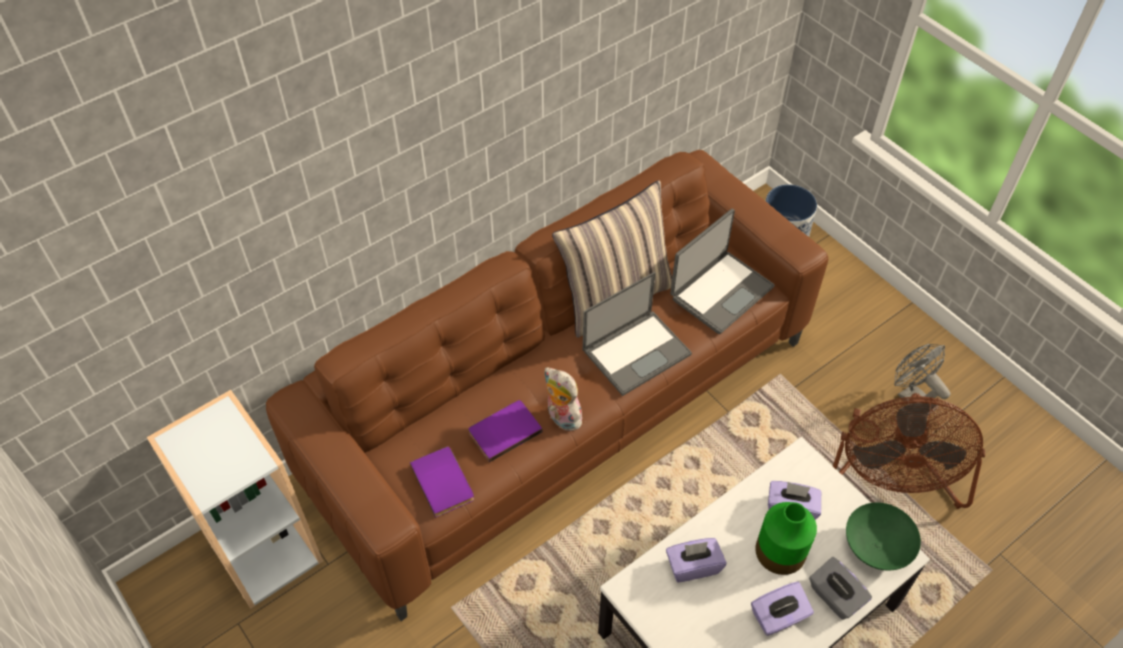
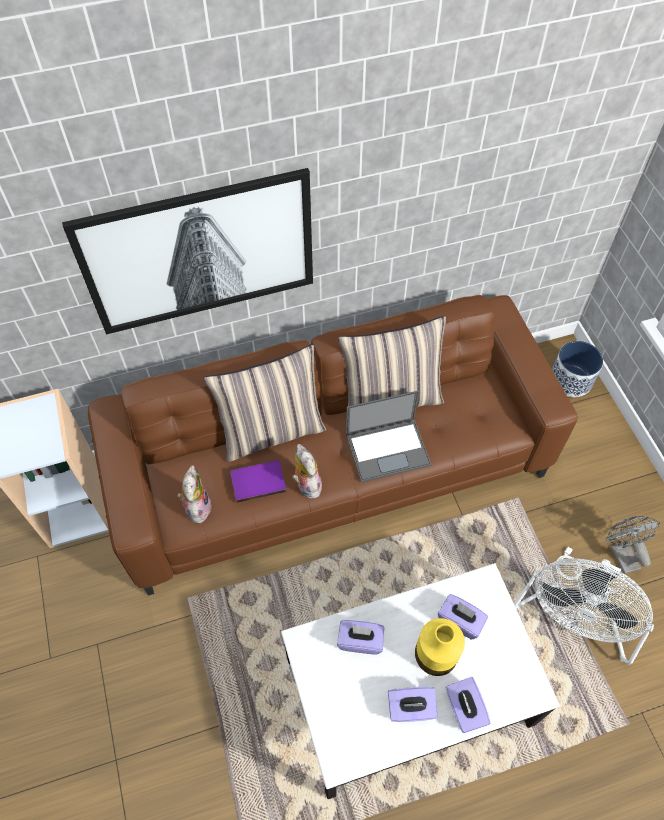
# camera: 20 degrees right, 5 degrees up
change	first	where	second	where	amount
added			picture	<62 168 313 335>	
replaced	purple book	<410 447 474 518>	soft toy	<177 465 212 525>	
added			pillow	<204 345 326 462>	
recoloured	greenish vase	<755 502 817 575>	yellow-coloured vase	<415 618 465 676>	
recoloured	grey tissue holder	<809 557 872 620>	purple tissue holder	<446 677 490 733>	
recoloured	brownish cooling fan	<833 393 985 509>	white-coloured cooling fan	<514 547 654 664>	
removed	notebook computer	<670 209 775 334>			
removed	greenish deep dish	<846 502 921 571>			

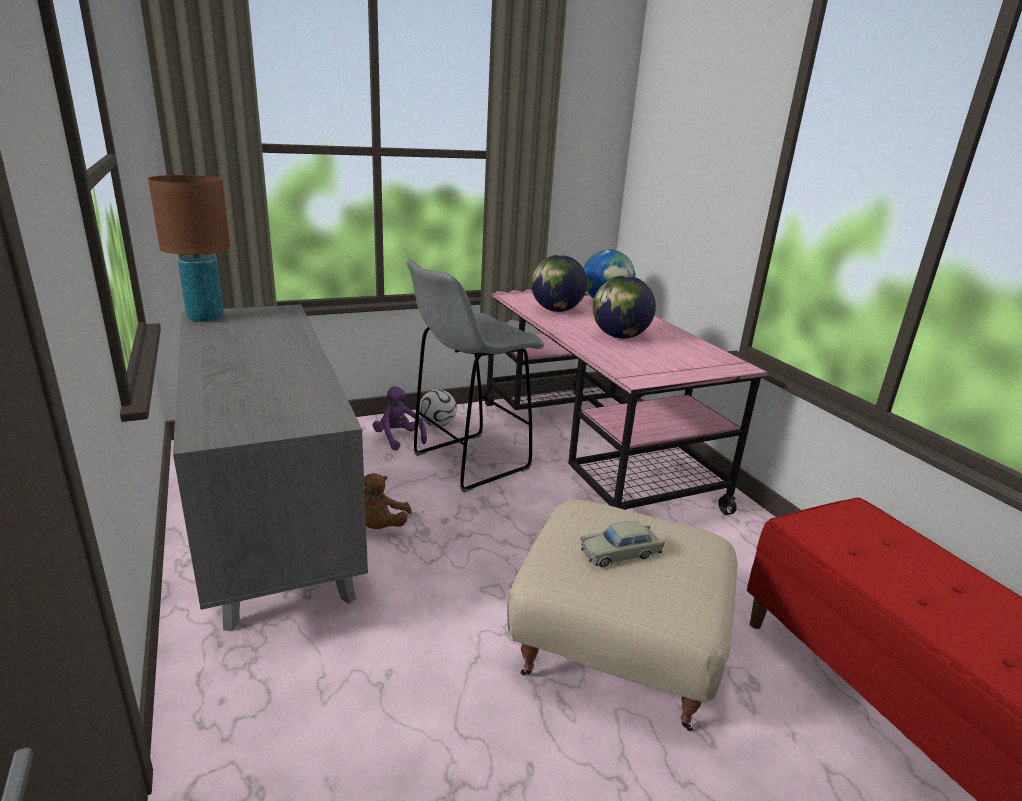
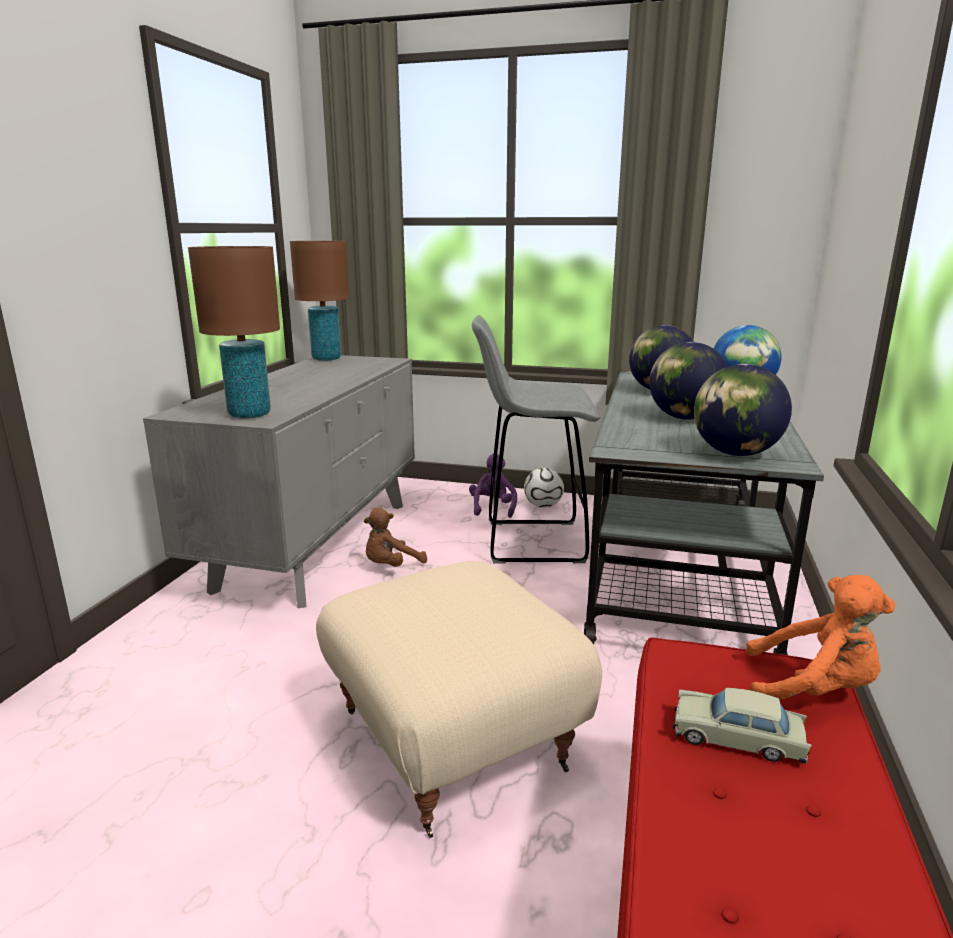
# camera: 40 degrees right, 5 degrees down
change	first	where	second	where	amount
added			brownish tabletop lamp	<188 246 280 419>	
recoloured	pink-coloured desk	<484 289 768 515>	grey desk	<584 371 824 655>	
moved	beige miniature car	<581 521 665 567>		<673 688 812 763>	
added			desk globe	<694 364 792 456>	
added			orange-coloured soft toy	<746 575 895 700>	

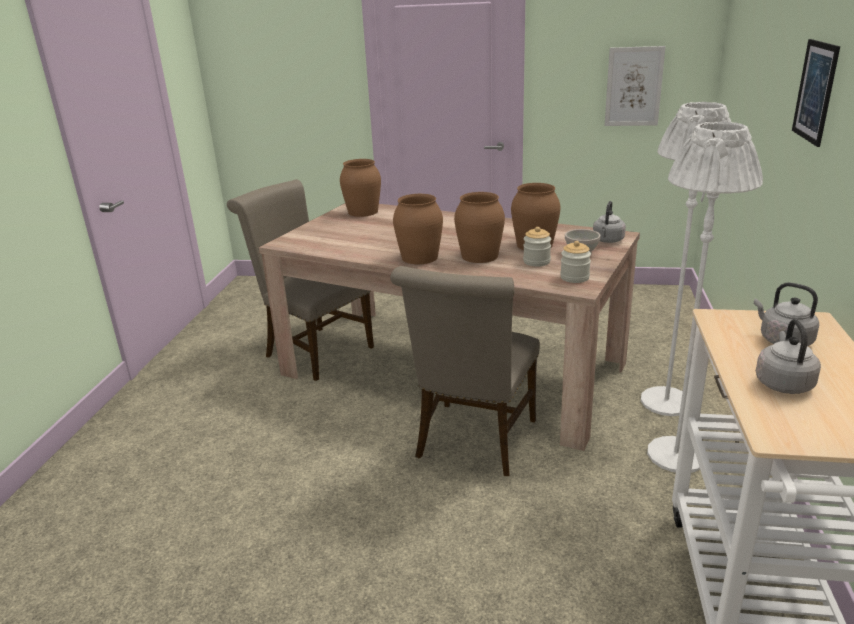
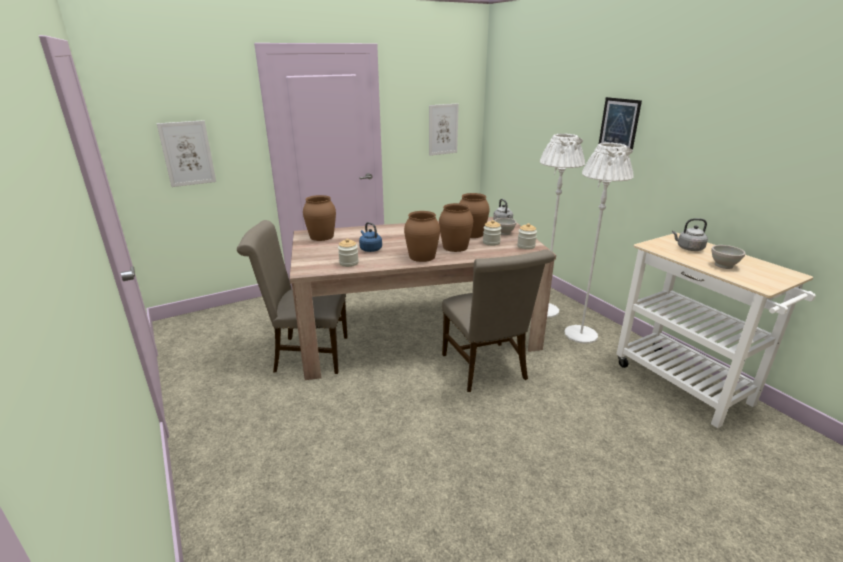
# camera: 40 degrees left, 0 degrees up
change	first	where	second	where	amount
added			picture	<157 120 216 187>	
added			jar	<338 238 359 267>	
added			bluish tea kettle	<359 222 382 252>	
replaced	grey tea kettle	<756 319 821 394>	white-coloured deep dish	<711 245 745 269>	

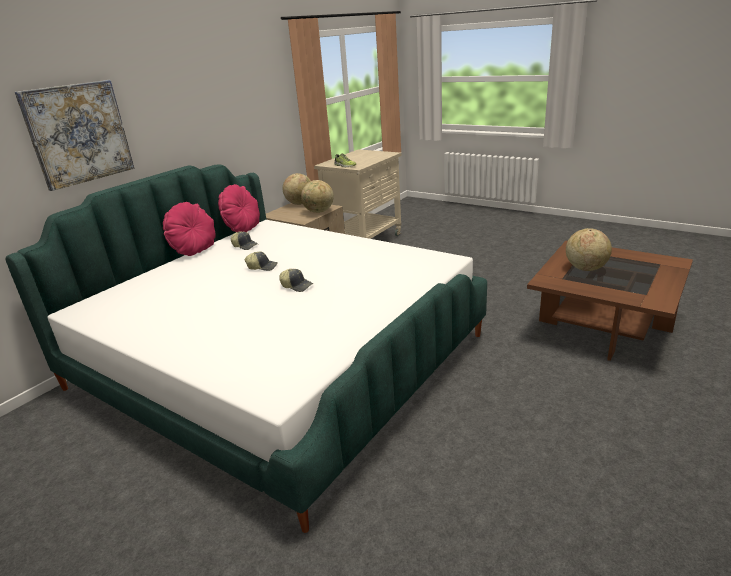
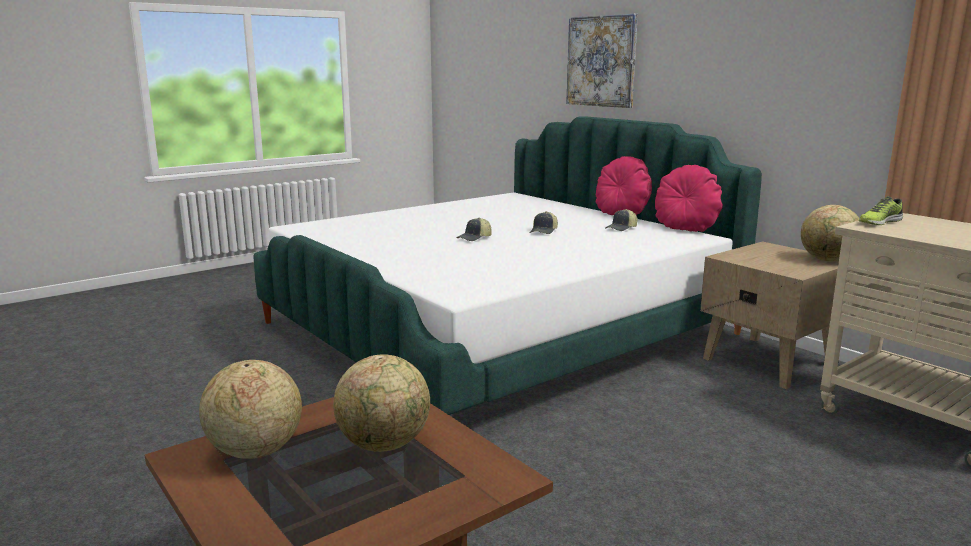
# camera: 105 degrees right, 10 degrees down
change	first	where	second	where	amount
moved	desk globe	<301 180 334 213>		<199 360 302 459>	

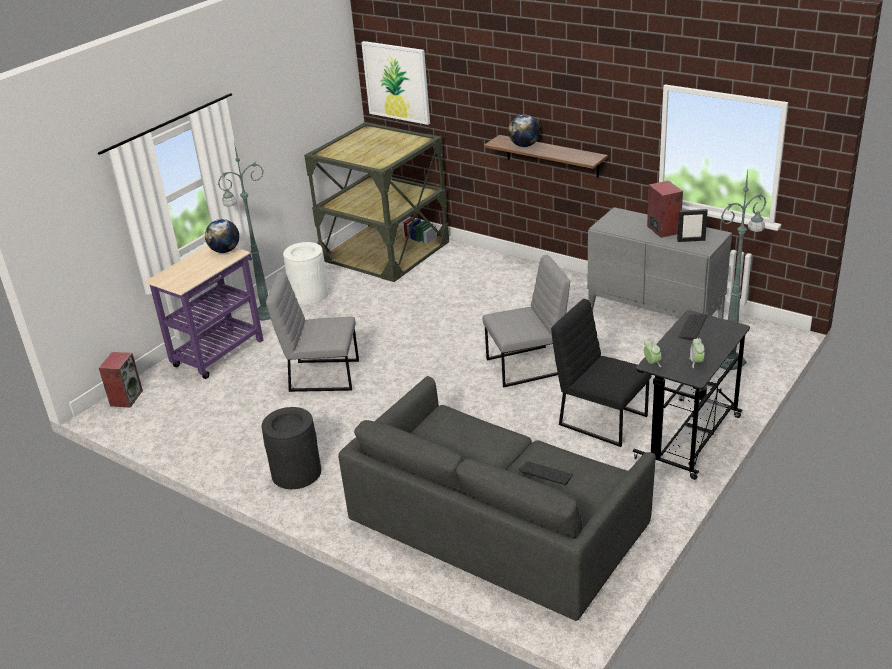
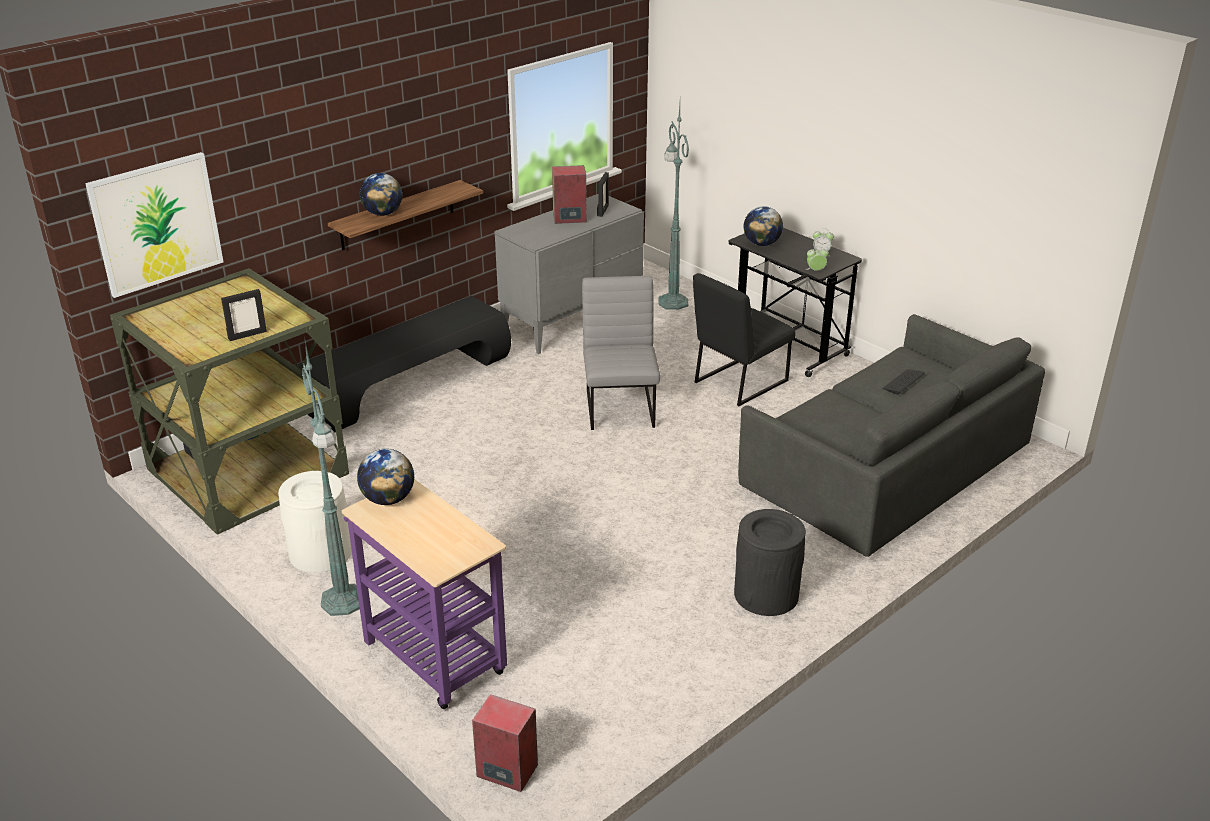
# camera: 80 degrees left, 0 degrees up
change	first	where	second	where	amount
added			standing frame	<221 289 267 341>	
added			black-coloured bench	<295 296 511 433>	
replaced	PC keyboard	<678 314 708 341>	desk globe	<744 206 783 246>	
removed	grey plain chair	<266 272 359 392>			

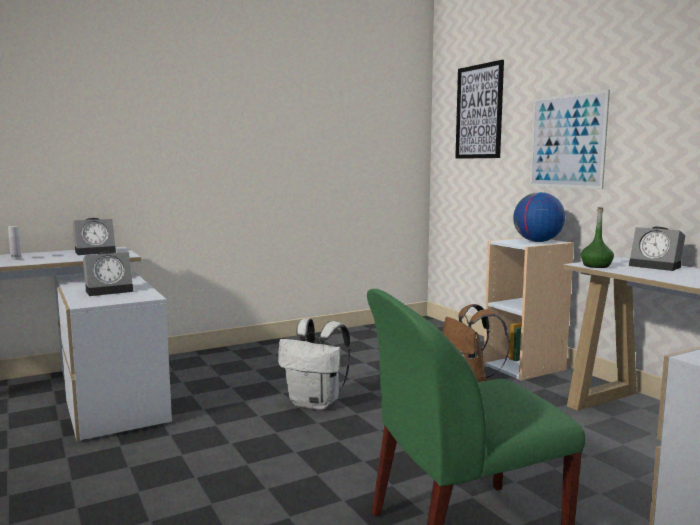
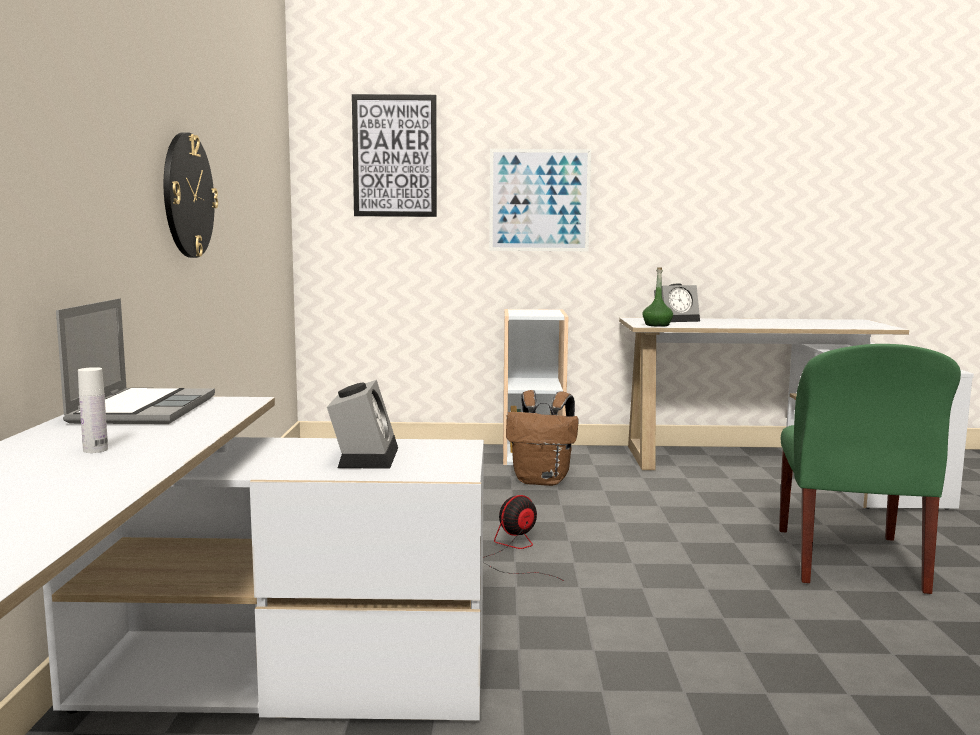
# camera: 60 degrees left, 0 degrees up
change	first	where	second	where	amount
replaced	table clock	<73 218 116 255>	notebook computer	<56 298 215 424>	
added			hanging clock	<164 132 218 258>	
replaced	white-coloured rucksack	<278 318 350 410>	cooling fan	<483 495 564 581>	
removed	desk globe	<513 192 565 242>			

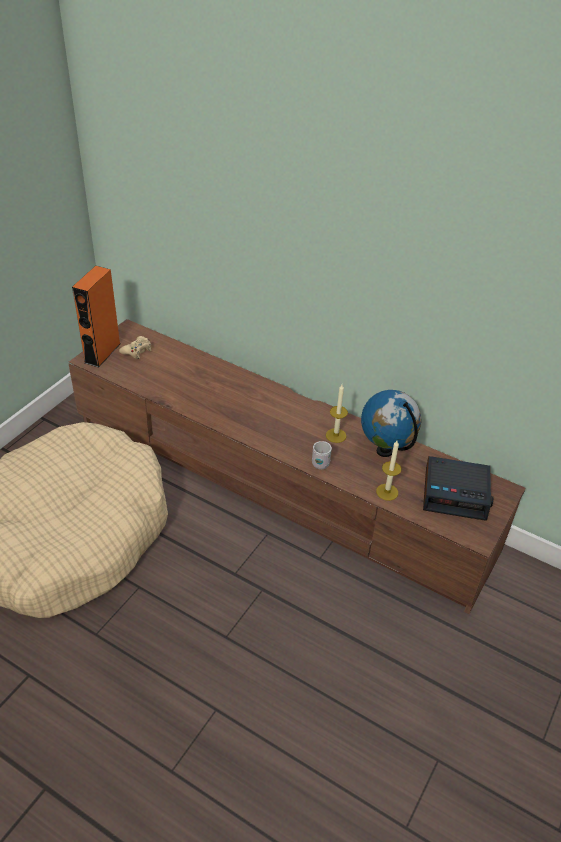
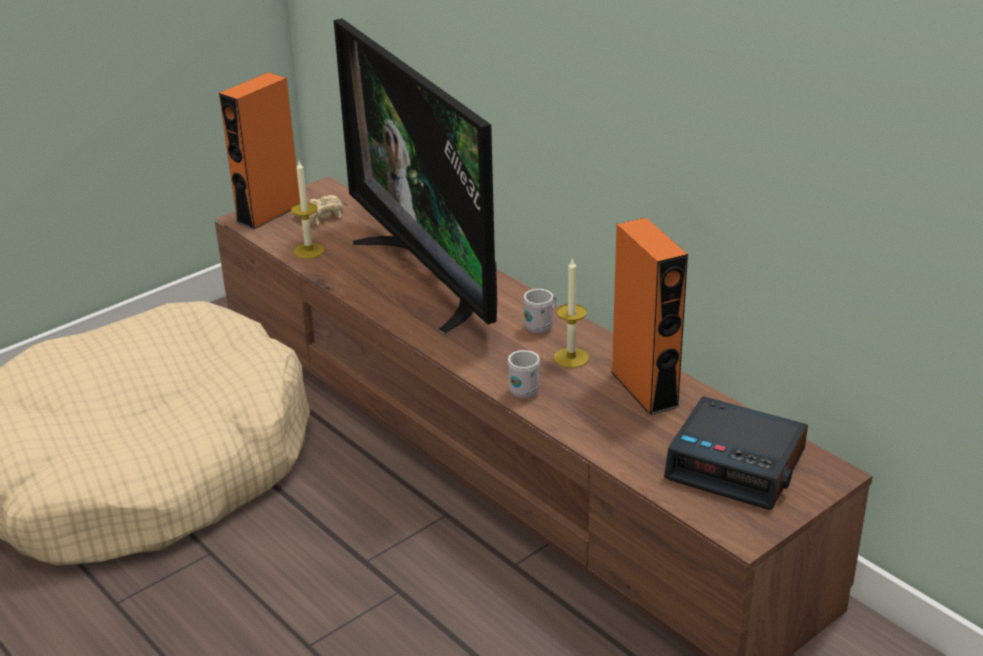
# camera: 20 degrees right, 10 degrees down
change	first	where	second	where	amount
moved	wax candle	<376 441 401 501>		<291 161 324 259>	
added			television	<334 19 497 334>	
added			white-coloured coffee mug	<524 289 556 334>	
replaced	desk globe	<361 390 421 457>	orange-coloured speaker	<611 218 688 415>	

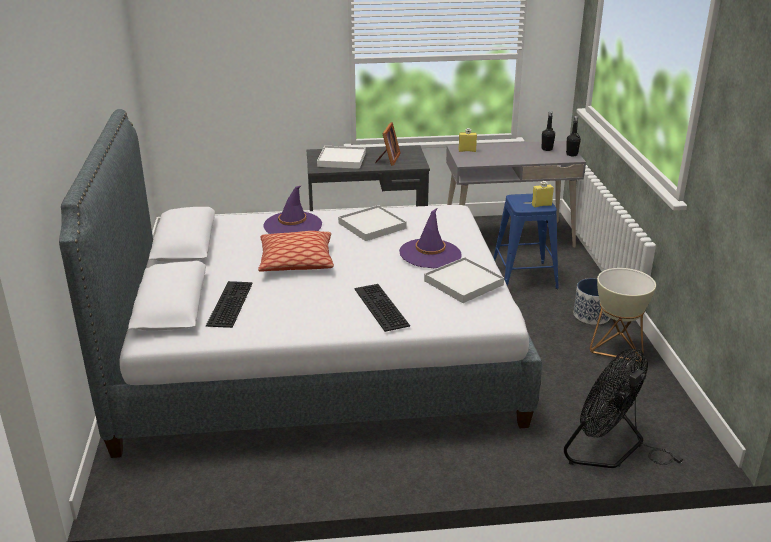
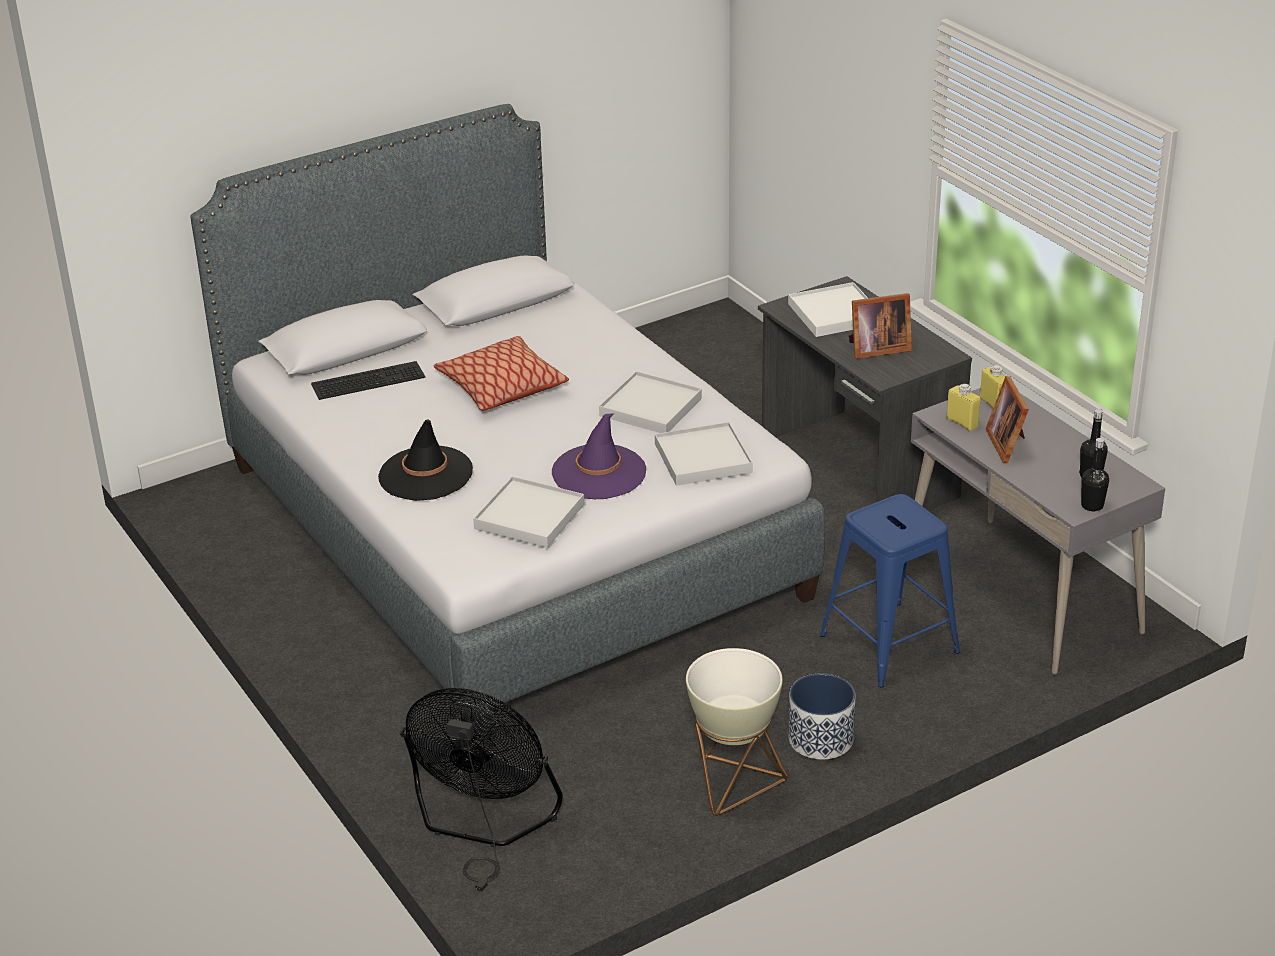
# camera: 65 degrees right, 5 degrees up
change	first	where	second	where	amount
replaced	PC keyboard	<354 284 410 332>	black-coloured wearable hat	<378 419 473 501>	
added			white-coloured carrying tray	<655 422 753 486>	
moved	yellow-coloured beverage bottle	<532 181 554 208>		<946 384 980 431>	
added			standing frame	<986 376 1029 463>	
removed	purple wearable hat	<263 186 322 234>			

